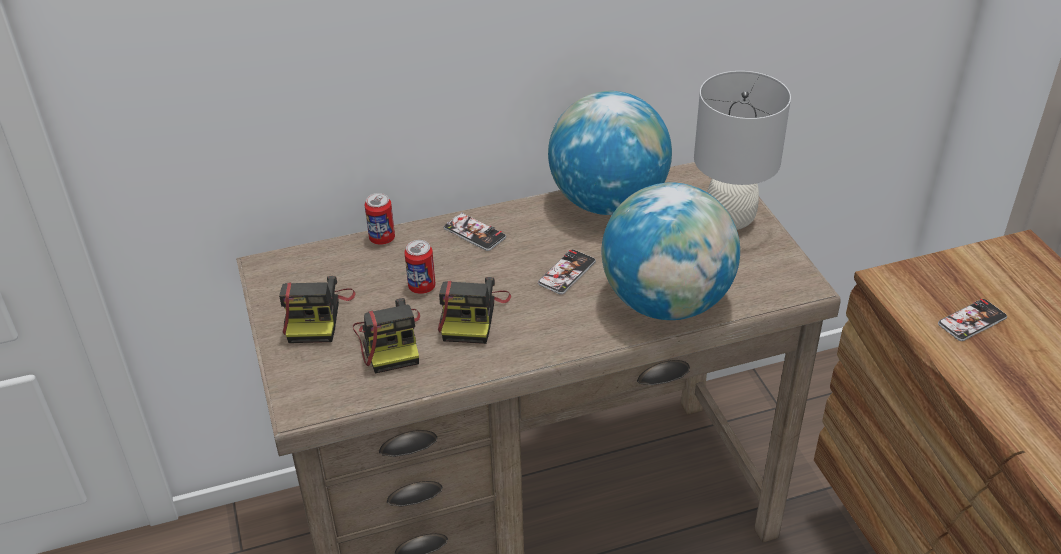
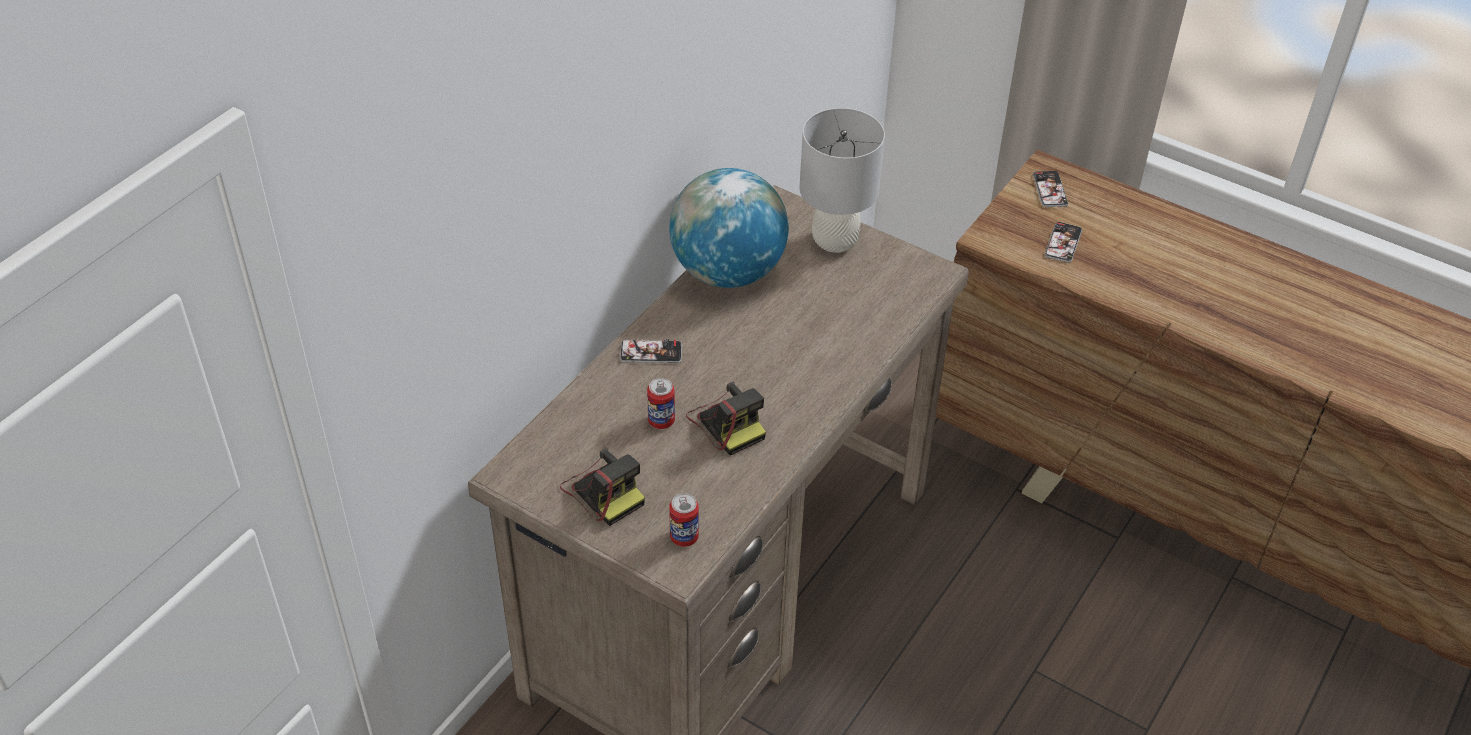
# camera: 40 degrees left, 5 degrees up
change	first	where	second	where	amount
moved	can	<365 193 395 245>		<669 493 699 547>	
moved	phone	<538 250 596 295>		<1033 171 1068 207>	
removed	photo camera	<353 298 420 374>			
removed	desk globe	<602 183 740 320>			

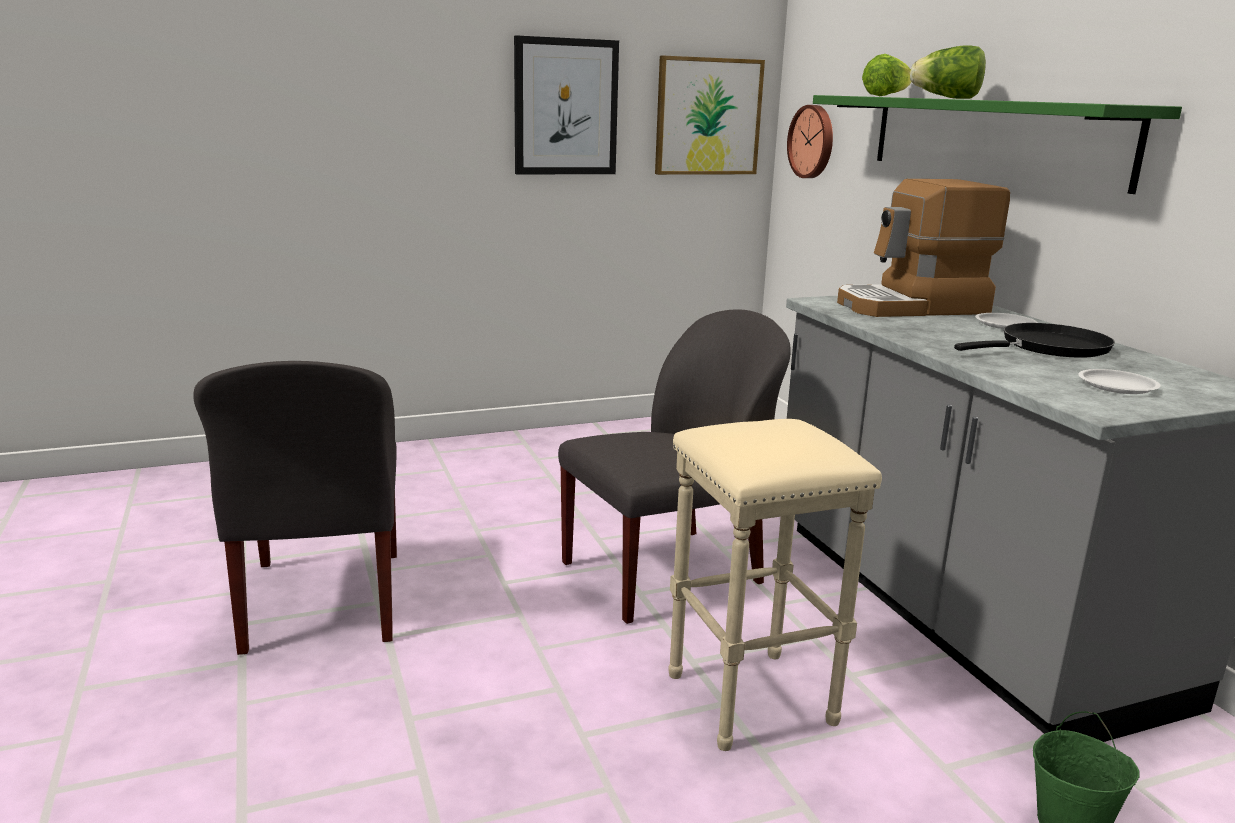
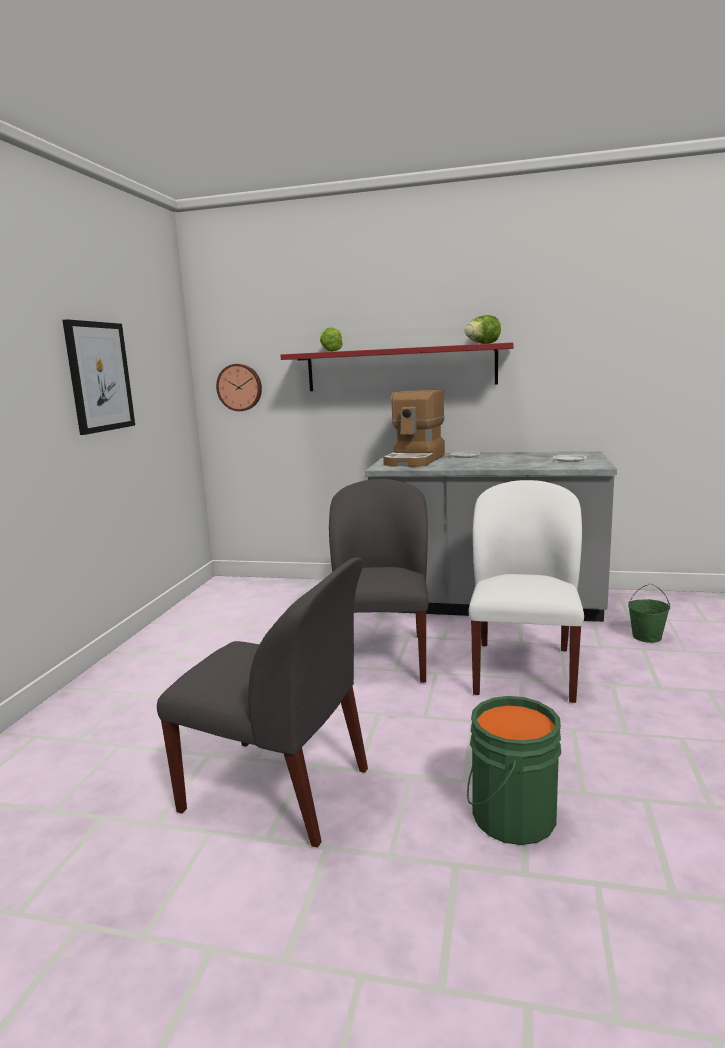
# camera: 55 degrees left, 5 degrees down
change	first	where	second	where	amount
recoloured	greenish wall shelf	<813 95 1182 194>	red-coloured wall shelf	<281 342 513 391>	
moved	lettuce	<910 45 986 99>		<465 315 501 344>	
added			greenish water bucket	<467 696 561 845>	
replaced	beige sitting stool	<668 419 882 751>	white-coloured plain chair	<469 480 584 703>	
removed	picture	<655 56 765 175>			
removed	black-coloured frying pan	<954 323 1115 358>			

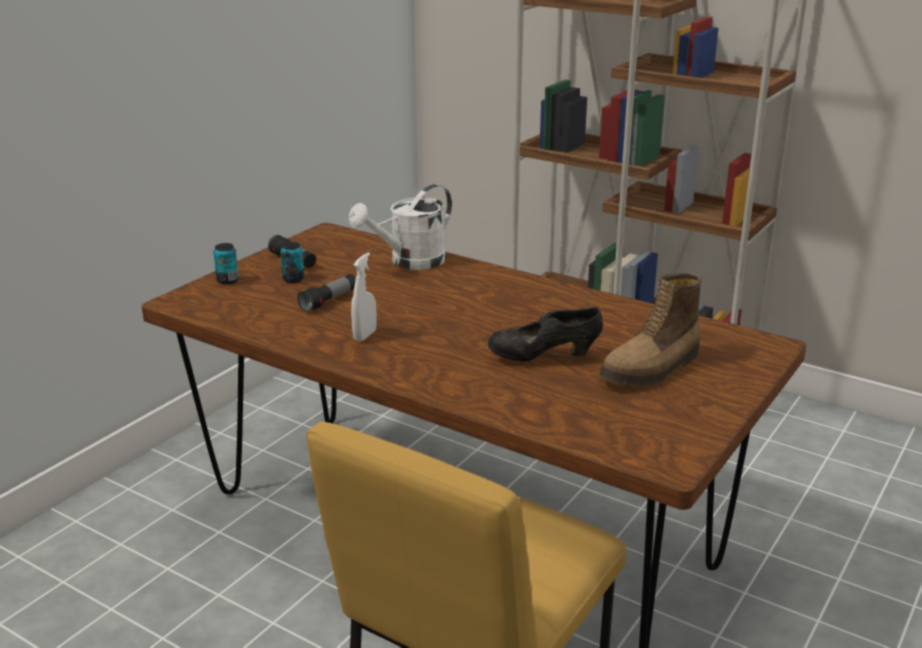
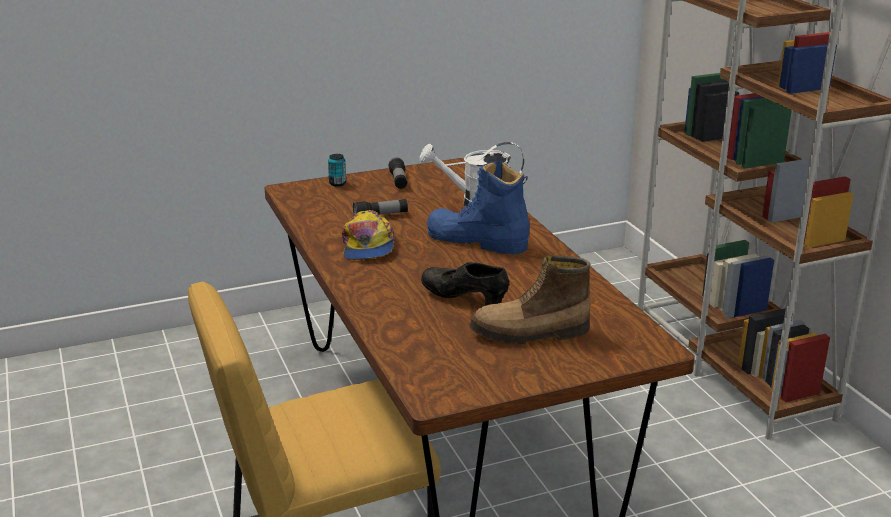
# camera: 35 degrees right, 0 degrees up
change	first	where	second	where	amount
replaced	white-coloured sprayer	<351 253 377 342>	cap	<342 210 395 260>	
added			bluish high-top boot	<427 161 530 255>	
removed	can	<280 242 304 283>			

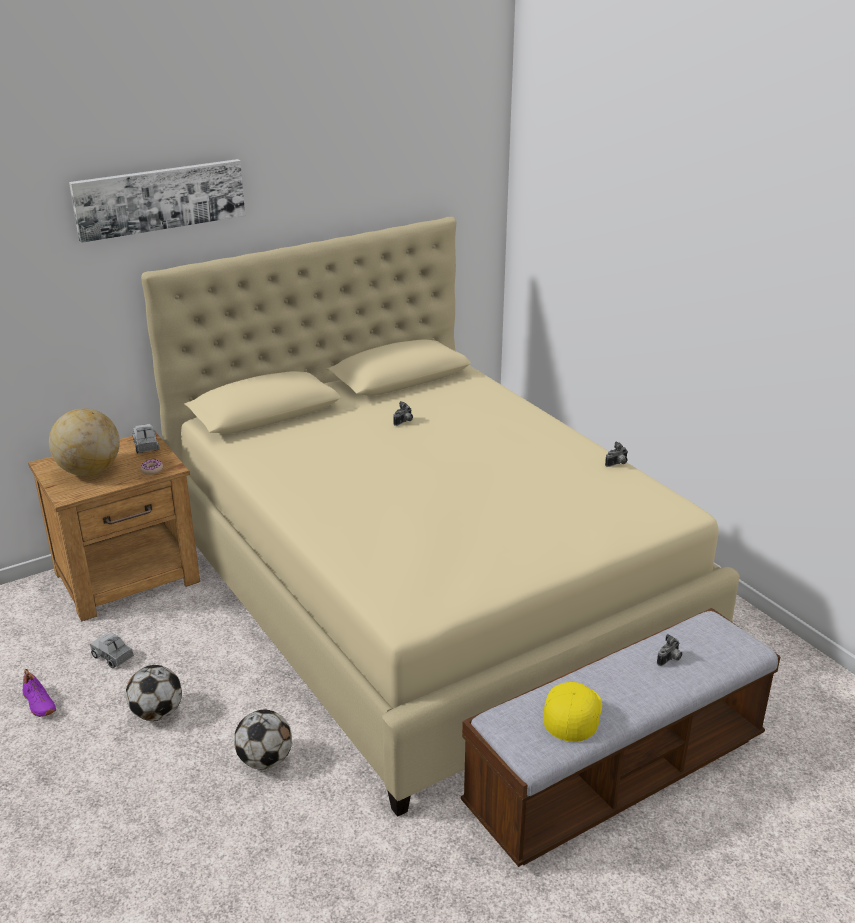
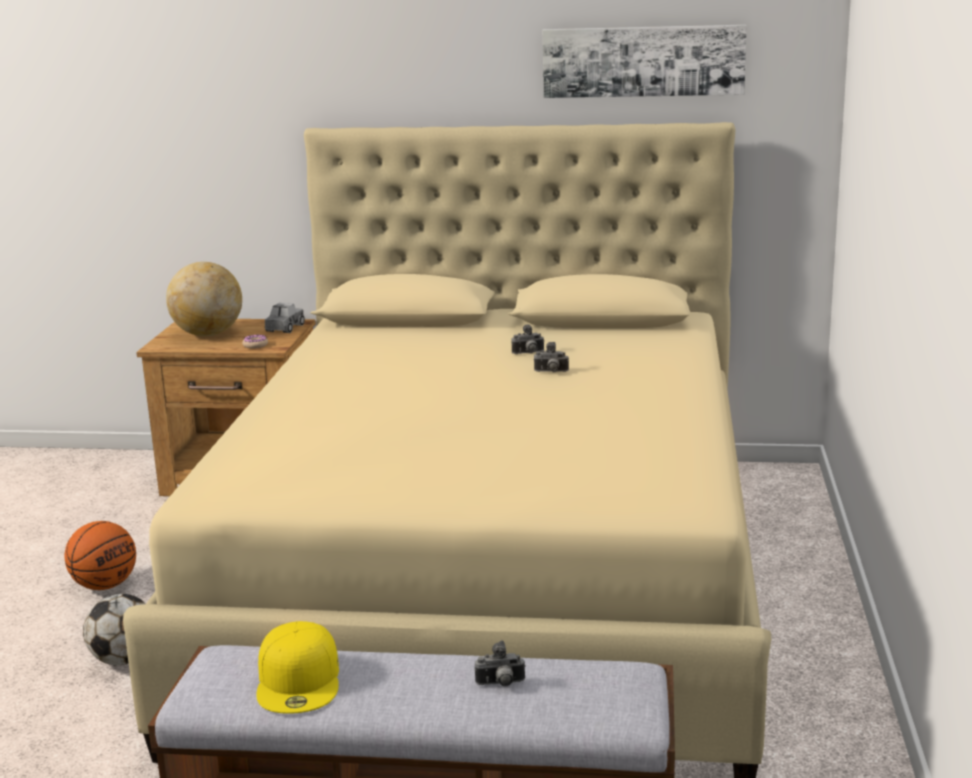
# camera: 40 degrees right, 10 degrees down
change	first	where	second	where	amount
replaced	ball for football	<126 665 182 721>	basketball	<64 521 136 590>	
turned	yellow-coloured cap	<543 682 602 742>		<256 621 339 714>	120 degrees clockwise
moved	photo camera	<605 441 628 467>		<534 342 569 372>	
moved	picture	<69 159 245 243>		<543 25 747 98>	
removed	purple item of footwear	<23 669 56 717>			
removed	model truck	<90 632 134 668>			

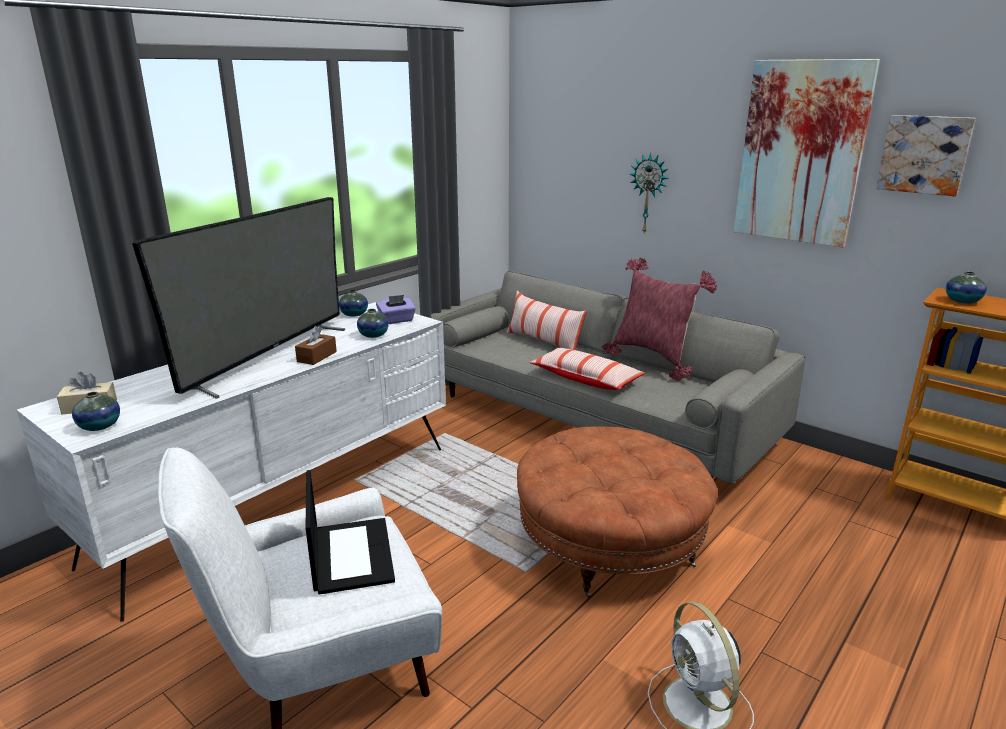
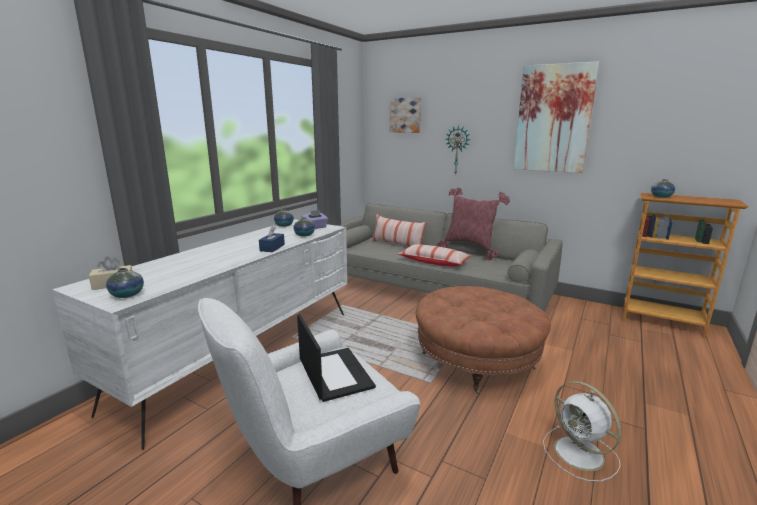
# camera: 10 degrees left, 5 degrees down
change	first	where	second	where	amount
recoloured	brownish tissue holder	<295 326 337 365>	bluish tissue holder	<259 226 285 252>	
moved	picture	<876 115 976 196>		<390 97 421 133>	
removed	television	<132 197 345 399>			

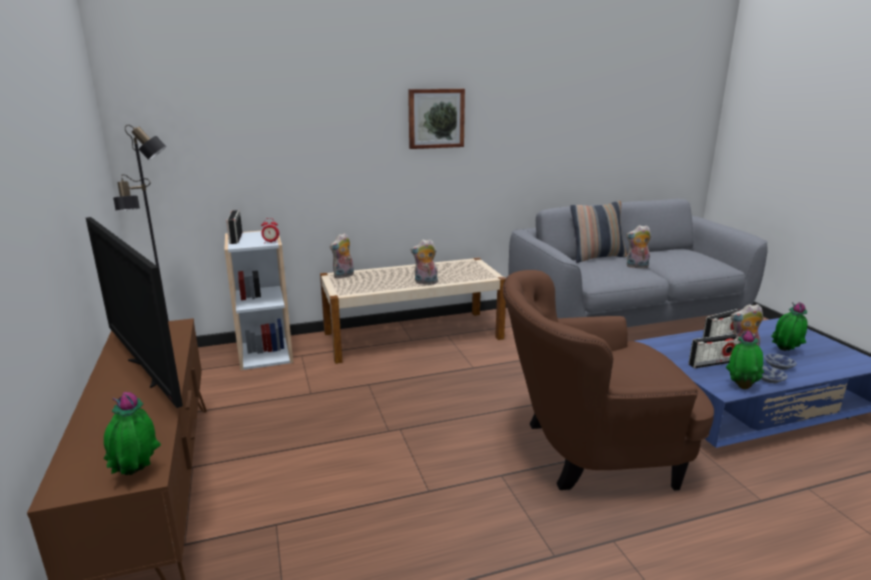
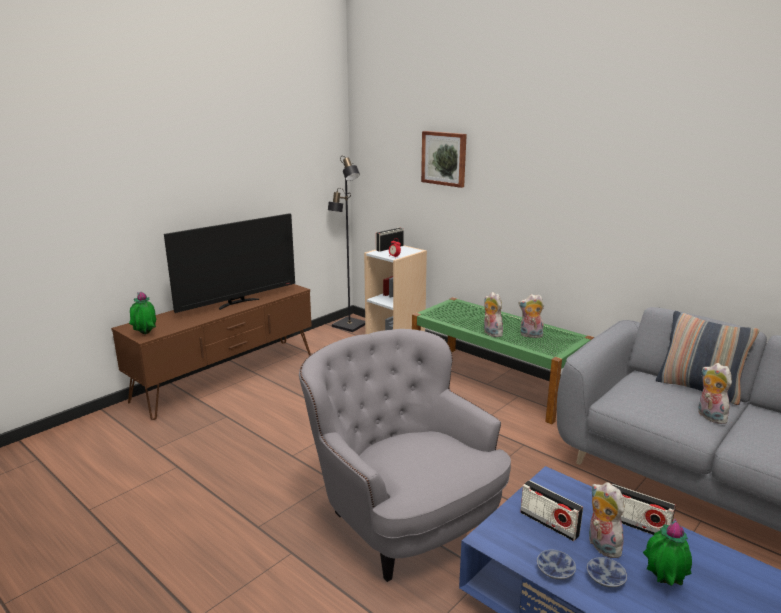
# camera: 60 degrees right, 0 degrees up
change	first	where	second	where	amount
turned	television	<86 217 183 408>		<164 213 295 313>	150 degrees counterclockwise
recoloured	brownish easy chair	<503 270 714 490>	grey easy chair	<299 329 511 582>	
recoloured	beige bench	<320 258 506 364>	greenish bench	<412 297 594 424>	
moved	picture	<408 89 465 149>		<421 131 467 188>	
moved	soft toy	<330 233 354 279>		<519 294 544 338>	
removed	plant in a pot	<726 330 764 389>			

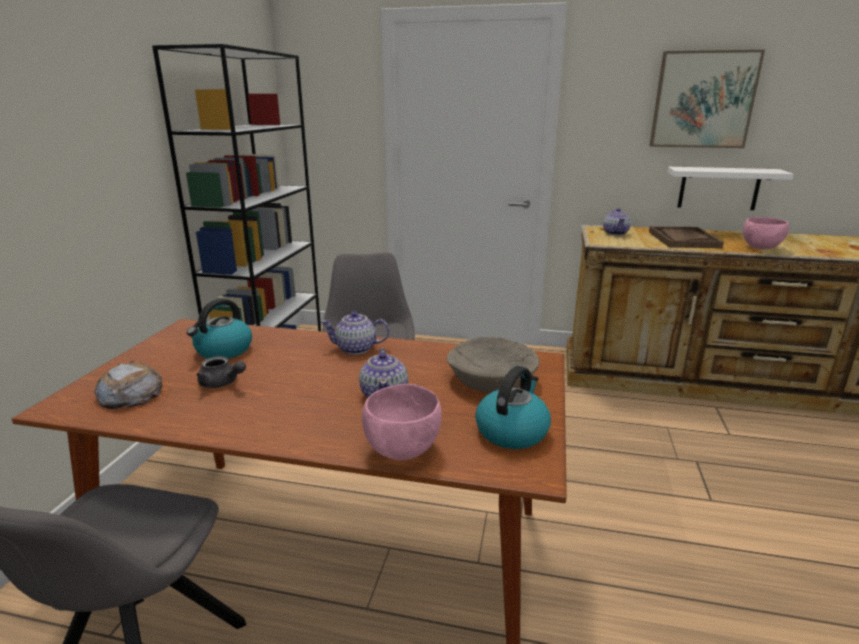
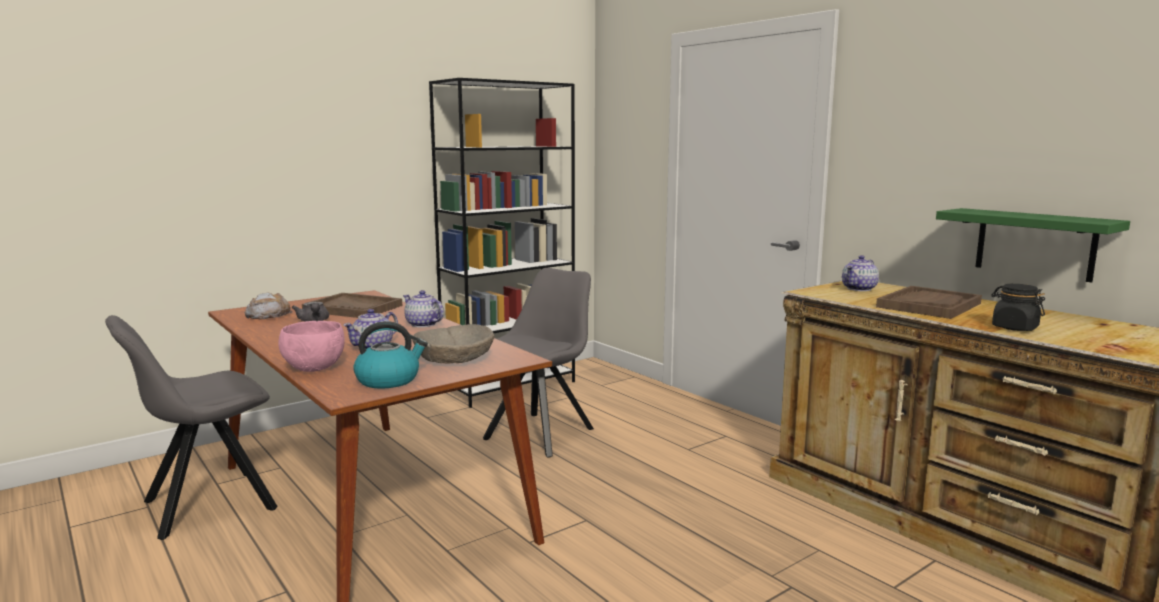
# camera: 40 degrees right, 10 degrees down
change	first	where	second	where	amount
replaced	tea kettle	<187 299 252 359>	brownish carrying tray	<302 293 402 318>	
recoloured	white-coloured wall shelf	<667 167 794 210>	greenish wall shelf	<936 208 1130 283>	
replaced	pink-coloured deep dish	<743 217 789 249>	black-coloured jar	<991 284 1045 331>	
removed	picture	<650 50 765 148>			

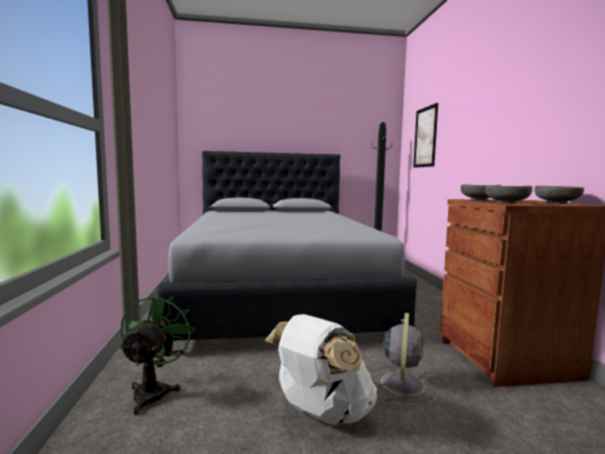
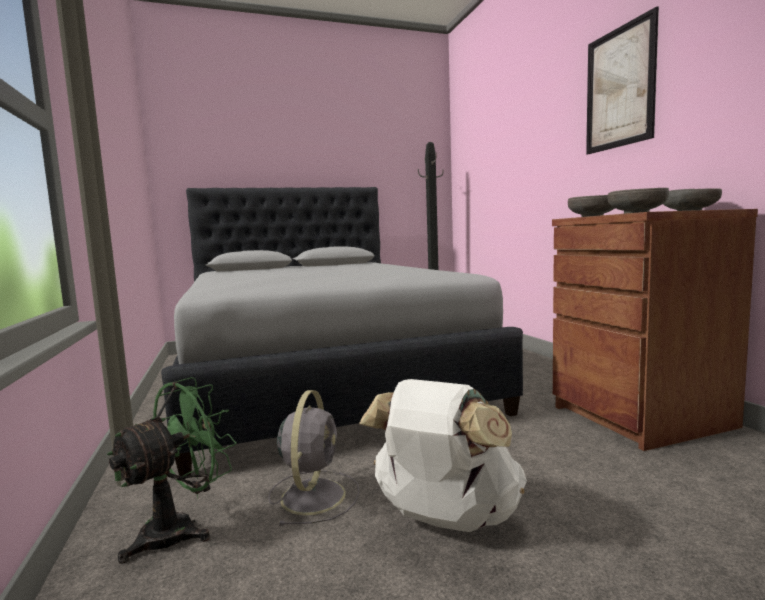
# camera: 10 degrees left, 0 degrees up
change	first	where	second	where	amount
turned	greenish cooling fan	<119 294 195 415>		<107 377 237 564>	45 degrees clockwise
moved	grey cooling fan	<371 313 435 402>		<268 390 359 526>	
moved	picture	<413 103 438 168>		<586 6 659 154>	

